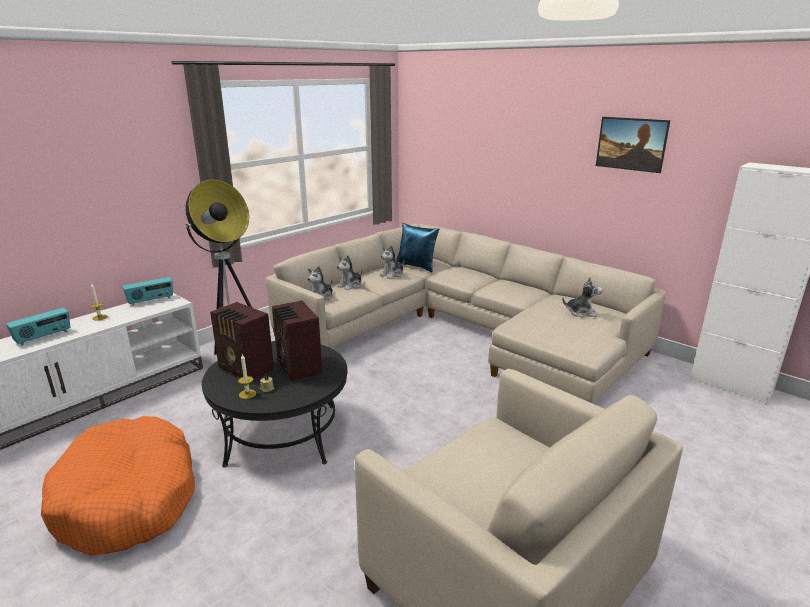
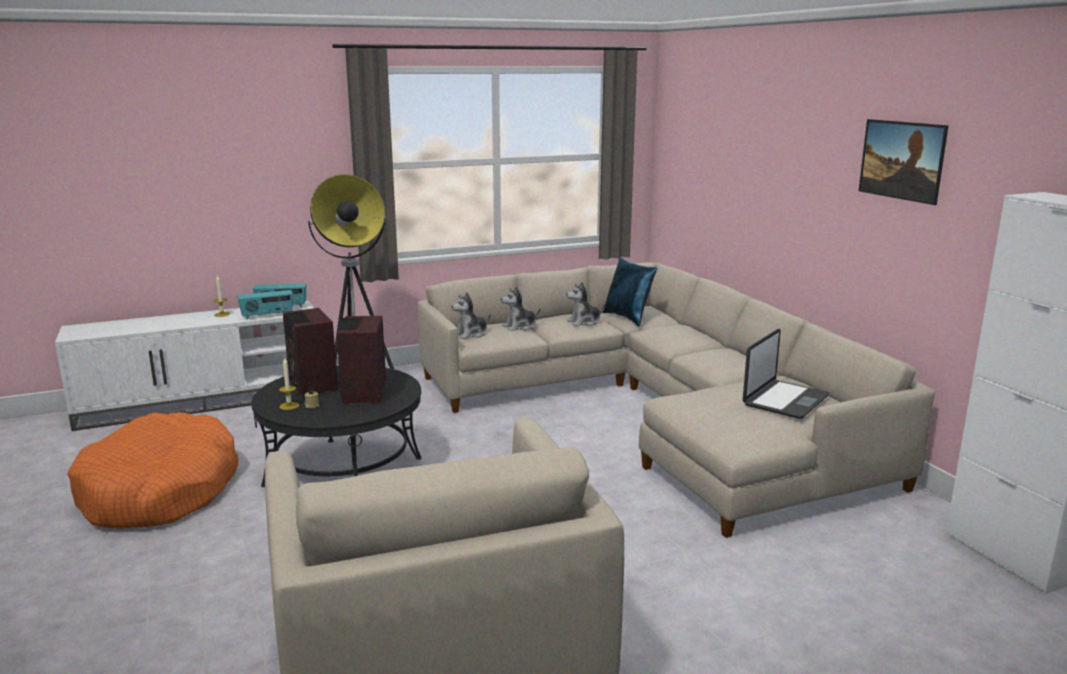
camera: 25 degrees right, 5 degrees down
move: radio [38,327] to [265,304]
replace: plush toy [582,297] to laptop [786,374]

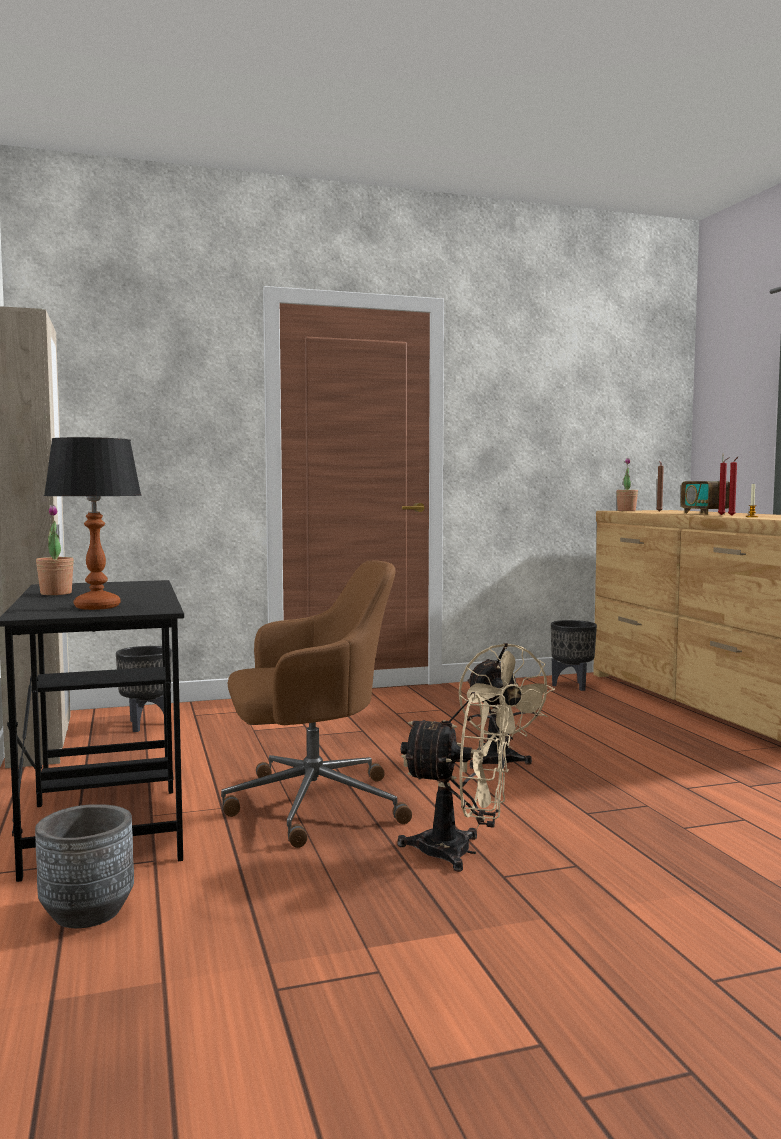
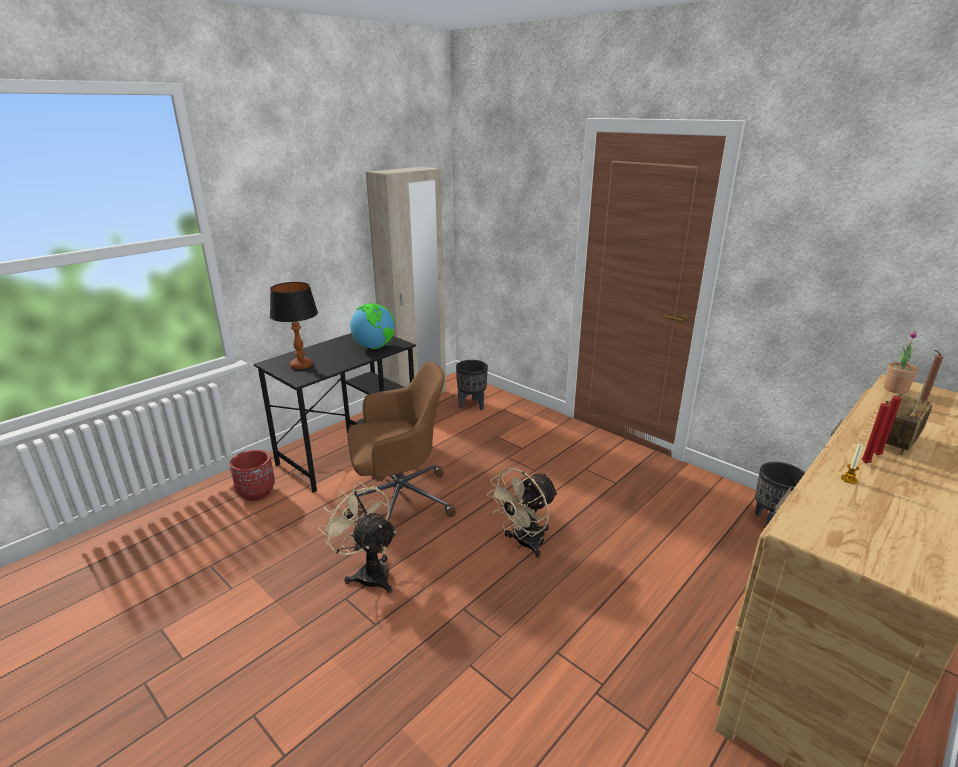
camera: 60 degrees right, 20 degrees up
delete: potted plant [55,550]
insert: globe [372,326]
recolor: grey planter [84,866] to red planter [252,475]
rotate: brown office chair [316,704] = [402,449] 60 degrees counterclockwise; beige fan [453,782] = [357,537] 150 degrees clockwise

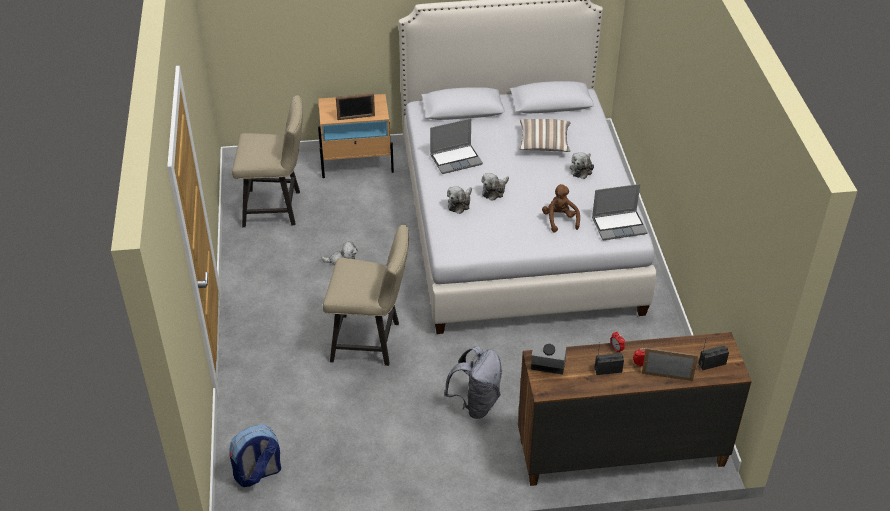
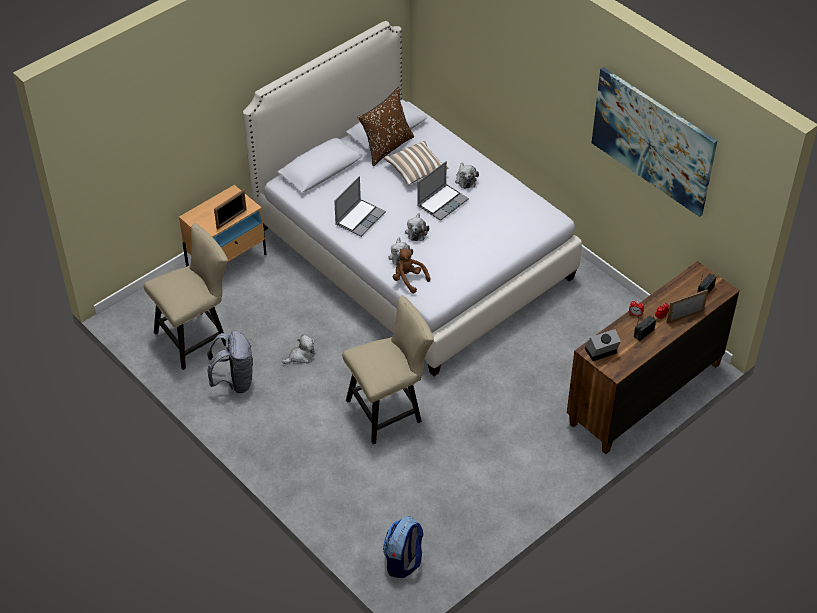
camera: 35 degrees left, 5 degrees up
insert: picture [654,142]; brown pillow [385,127]
move: brown plush toy [561,208] to [412,271]; laptop [620,212] to [443,191]; grey backpack [473,382] to [230,362]

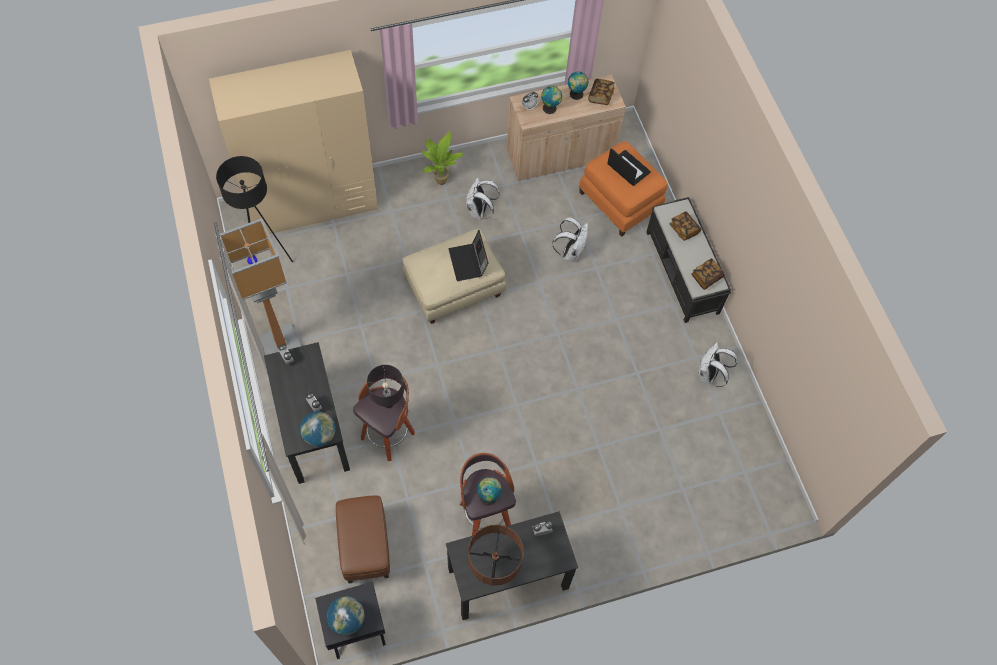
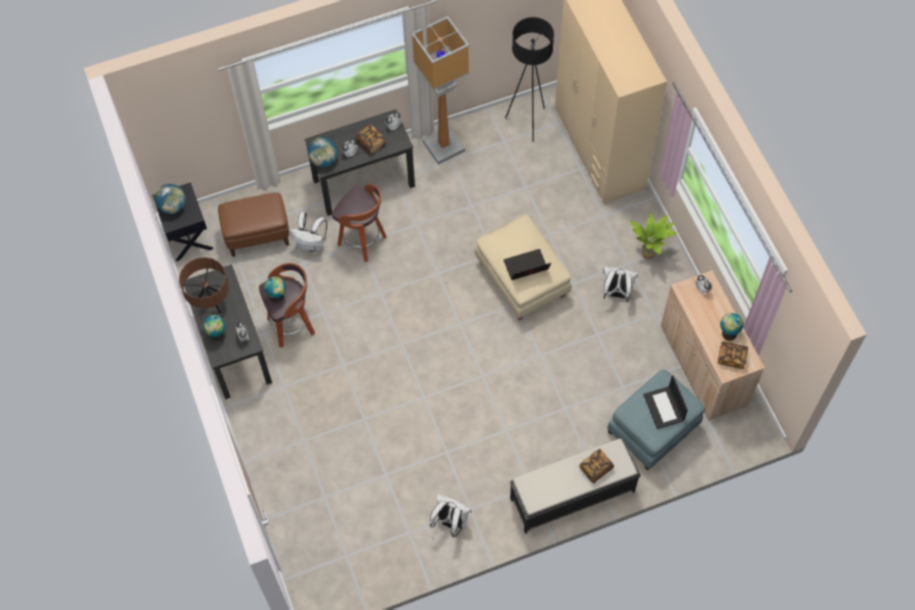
camera: 90 degrees right, 0 degrees up
delete: black table lamp [385,386]
move: globe [551,100] to [214,328]; white backpack [570,239] to [308,232]; book [708,274] to [370,139]
recolor: orange ottoman [623,189] to blue ottoman [656,419]
rotate: laptop [629,167] = [665,402] 120 degrees clockwise

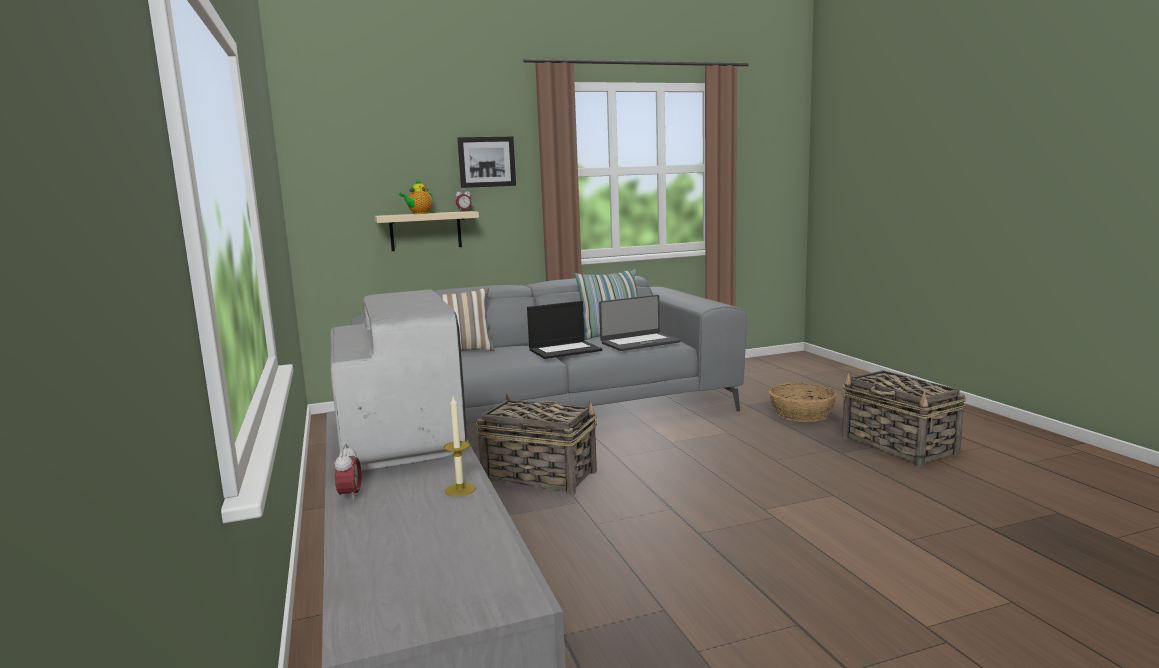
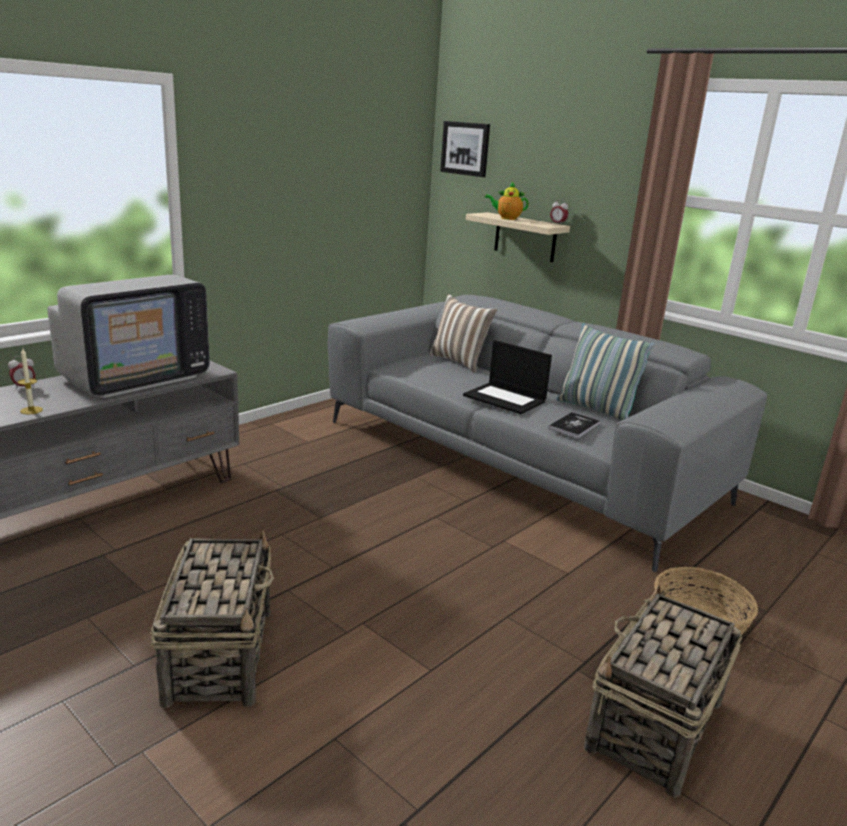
camera: 60 degrees right, 10 degrees up
move: picture [486,162] to [465,149]; basket [536,444] to [212,619]
replace: laptop [639,323] to book [574,425]

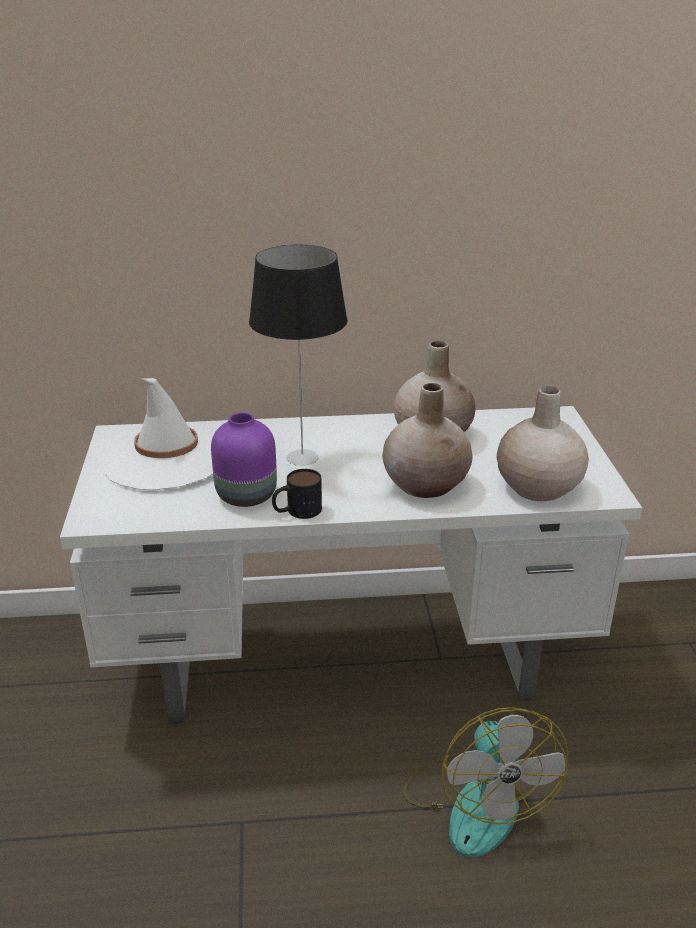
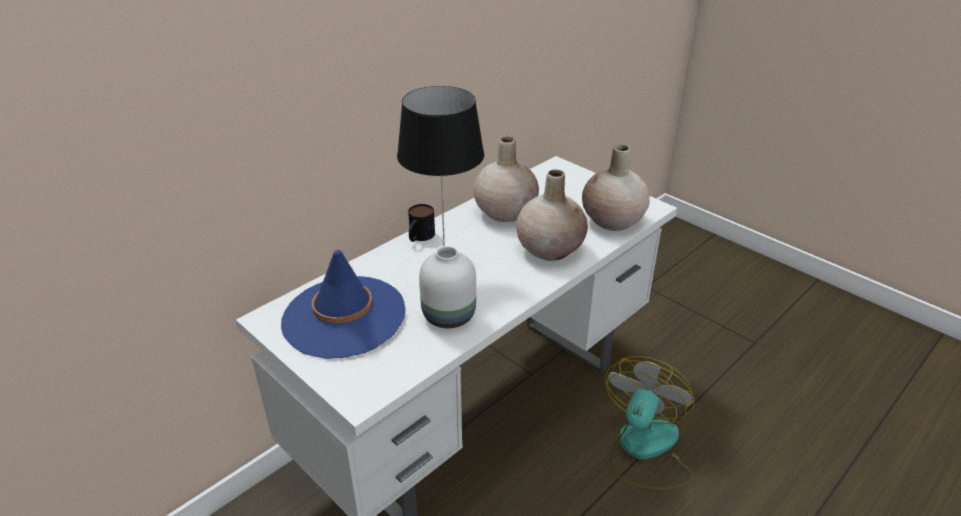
camera: 40 degrees left, 5 degrees up
move: mug [297,494] to [421,223]
recolor: white hat [158,434] to blue hat [343,304]; purple vase [244,459] to white vase [447,287]
rotate: fan [485,782] = [650,423] 105 degrees counterclockwise

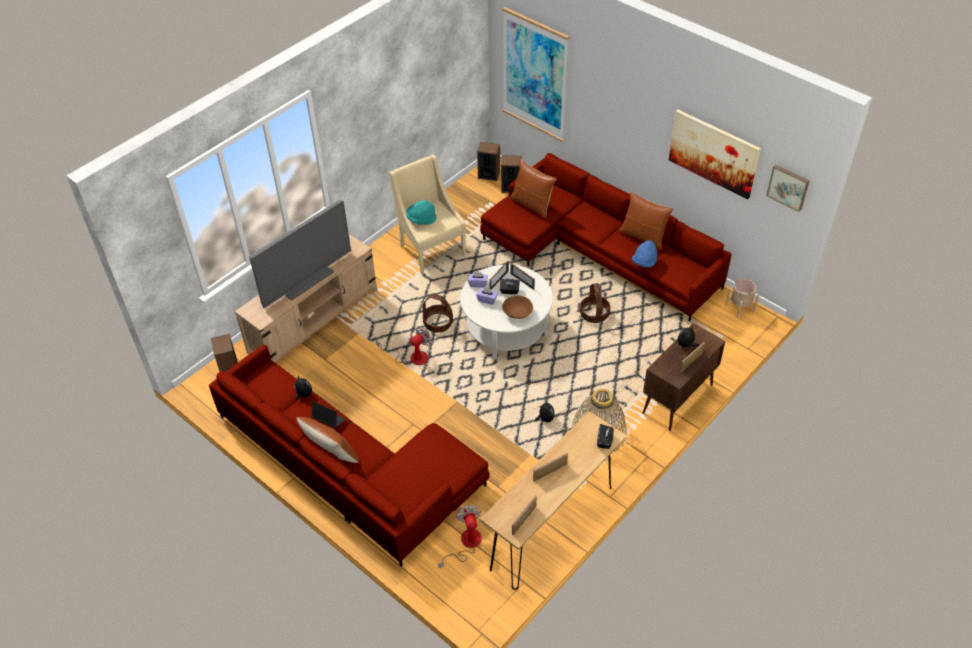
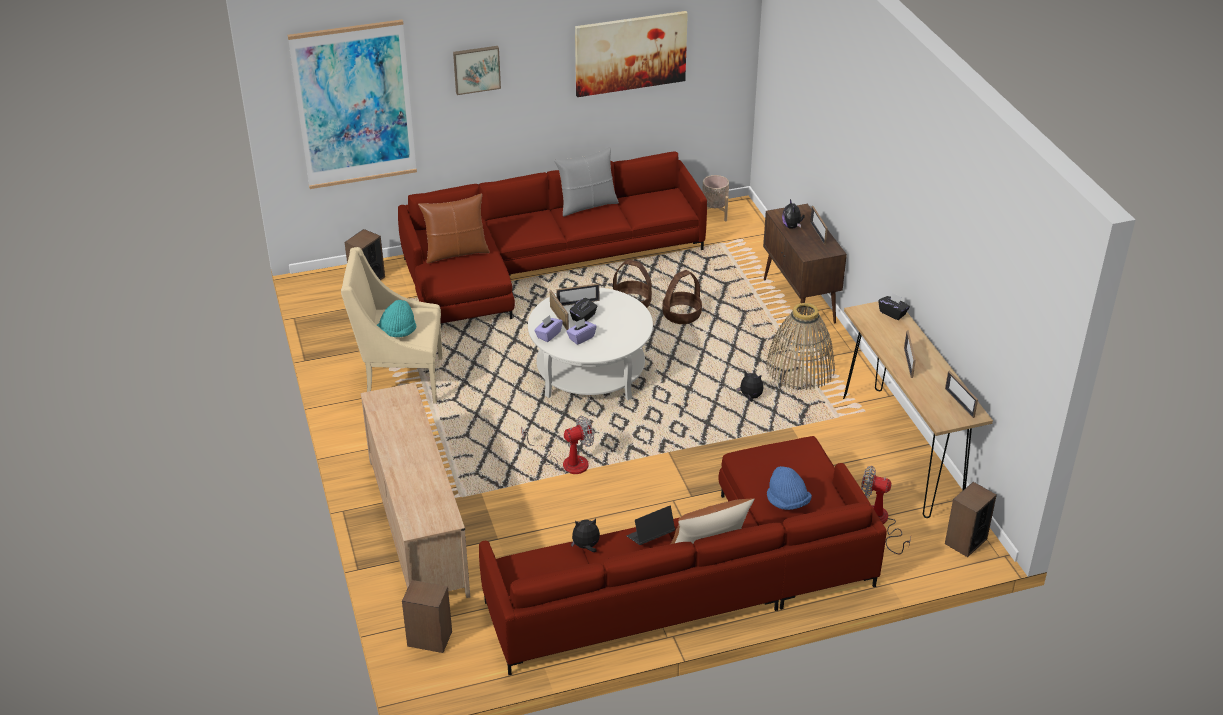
camera: 60 degrees left, 10 degrees down
delete: television [300,254]; brown bowl [517,307]
move: speaker [488,161] to [971,519]; picture [787,188] to [477,70]; blue hat [644,254] to [789,488]; basket [437,313] to [682,297]
recolor: brown pillow [646,220] to grey pillow [586,182]
rotate: fan [404,345] = [557,445] 75 degrees clockwise

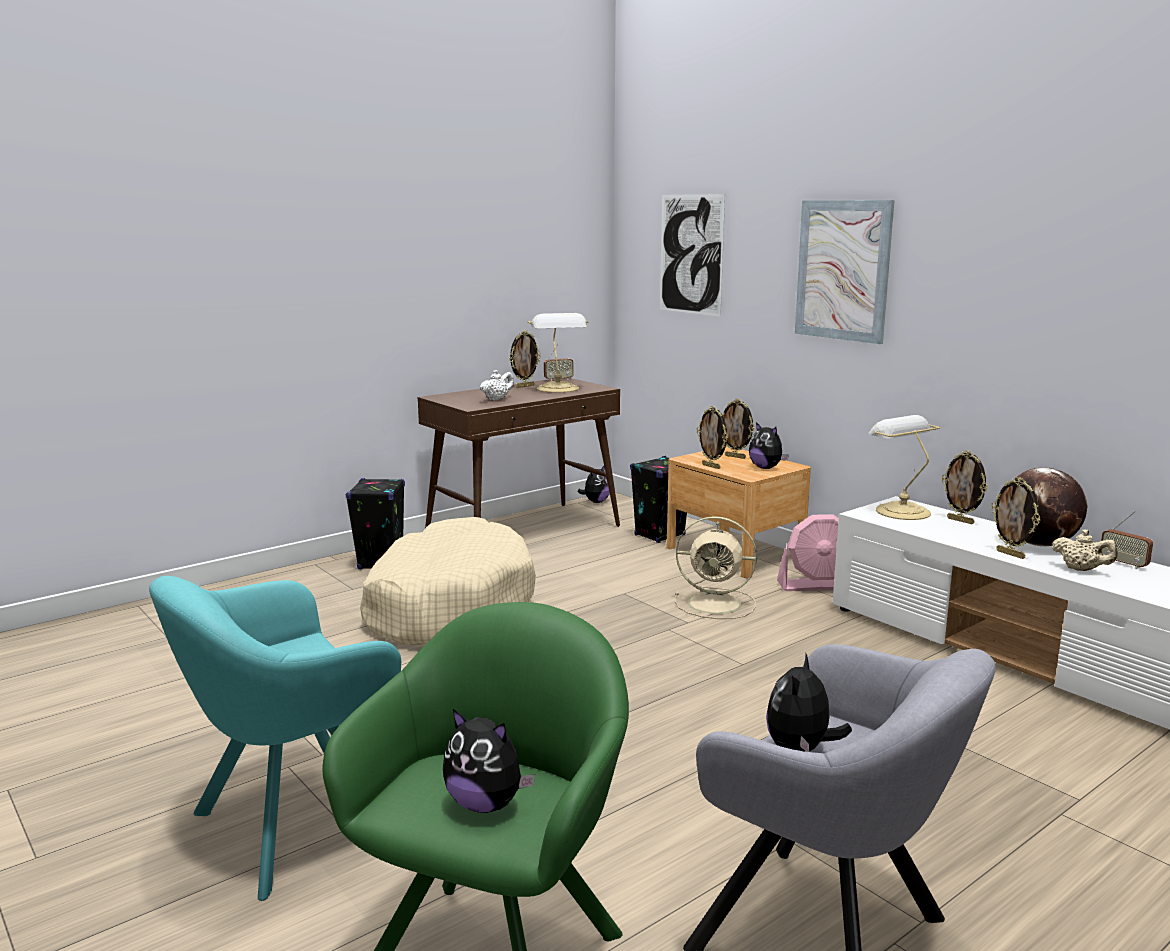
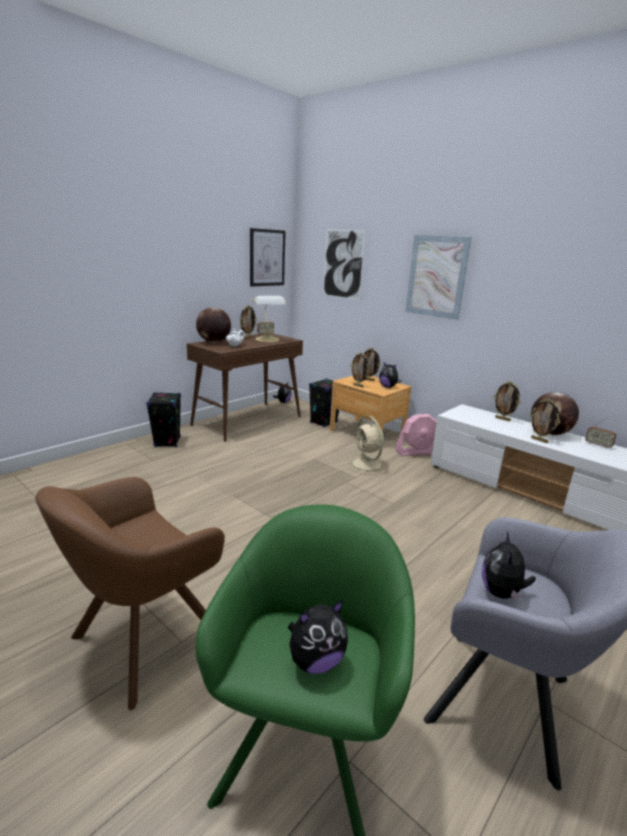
camera: 10 degrees left, 5 degrees up
delete: table lamp [904,467]; beige dog bed [448,581]; beige teapot [1085,550]
insert: picture [268,257]; globe [213,325]
recolor: turquoise armchair [275,738] to brown armchair [130,593]
rotate: beige fan [716,567] = [368,445] 60 degrees clockwise; plush toy [489,761] = [318,637] 45 degrees counterclockwise

